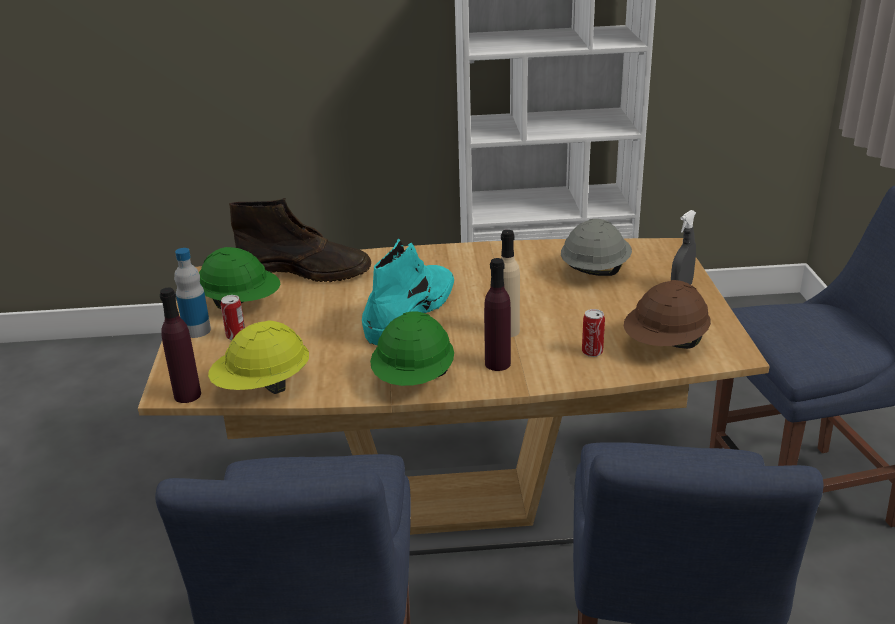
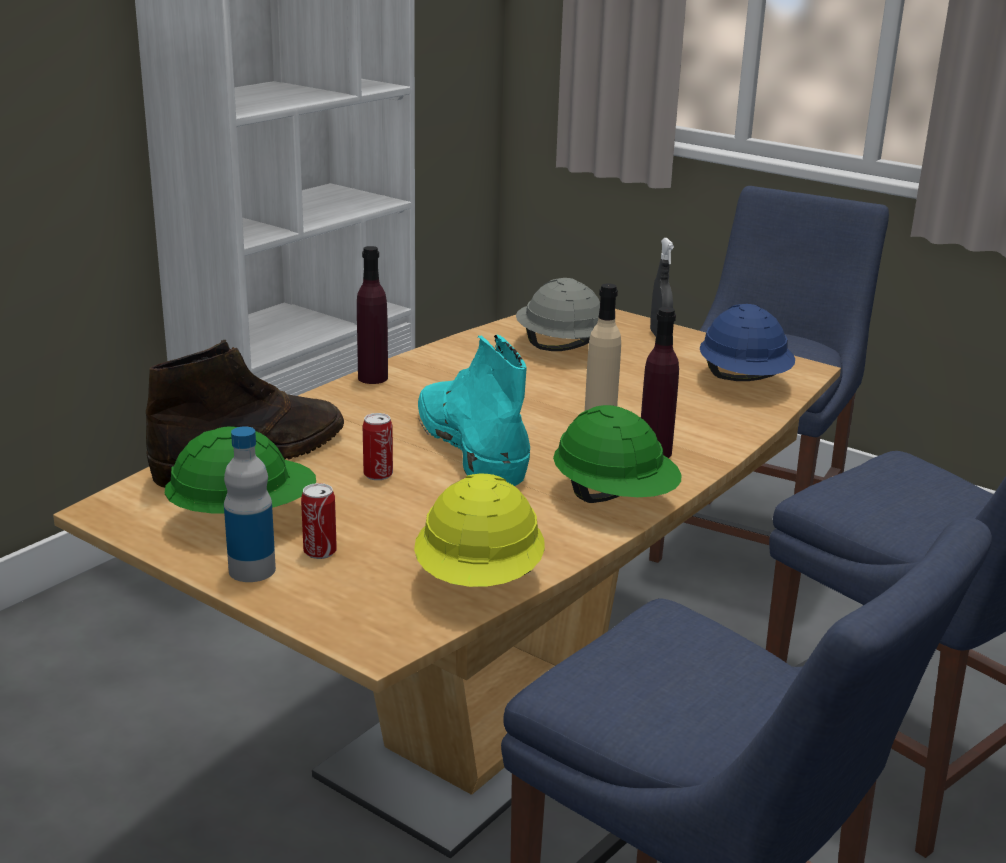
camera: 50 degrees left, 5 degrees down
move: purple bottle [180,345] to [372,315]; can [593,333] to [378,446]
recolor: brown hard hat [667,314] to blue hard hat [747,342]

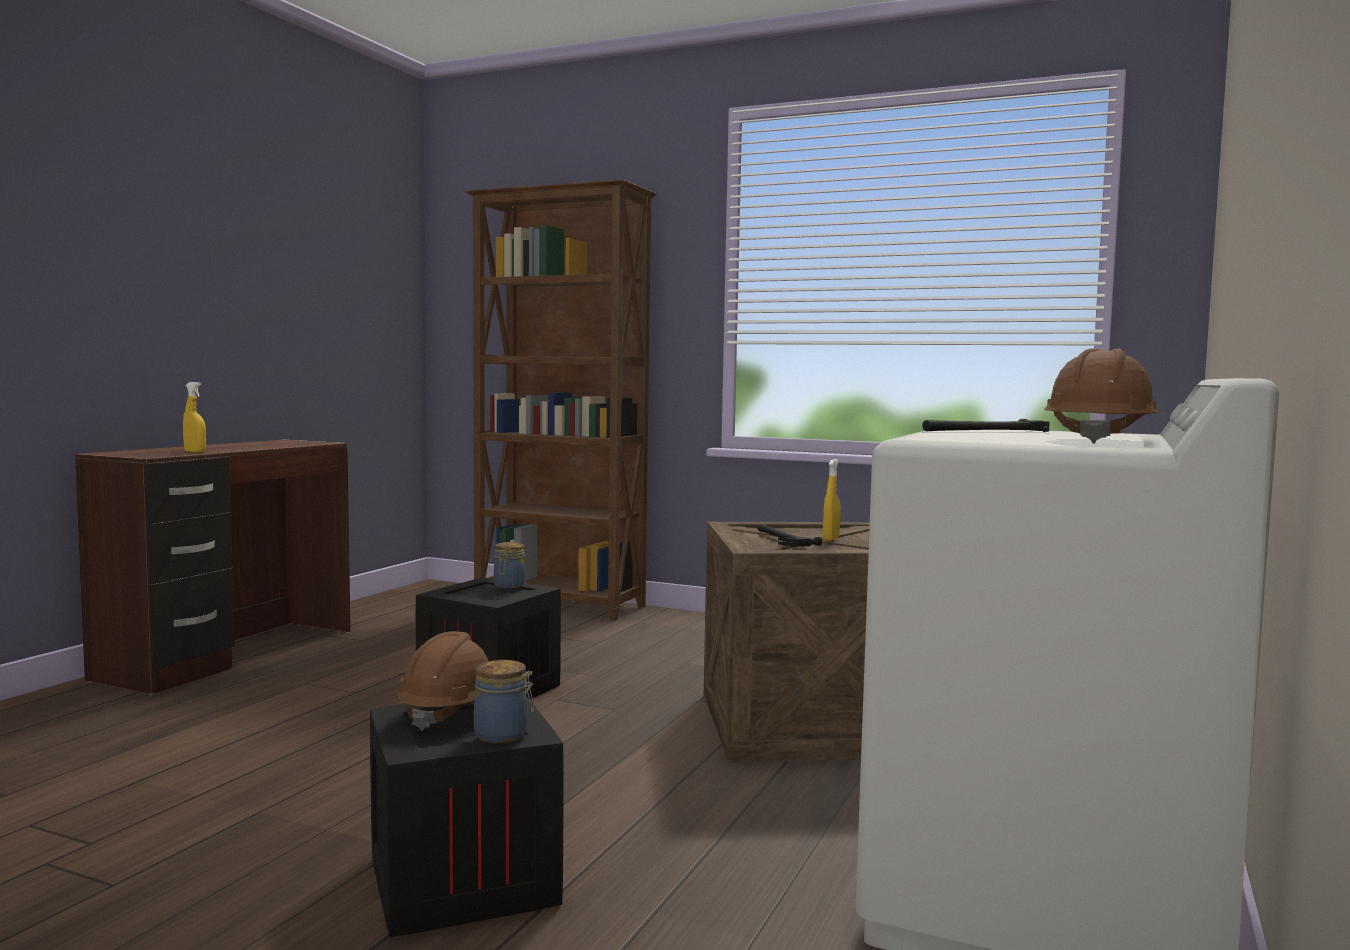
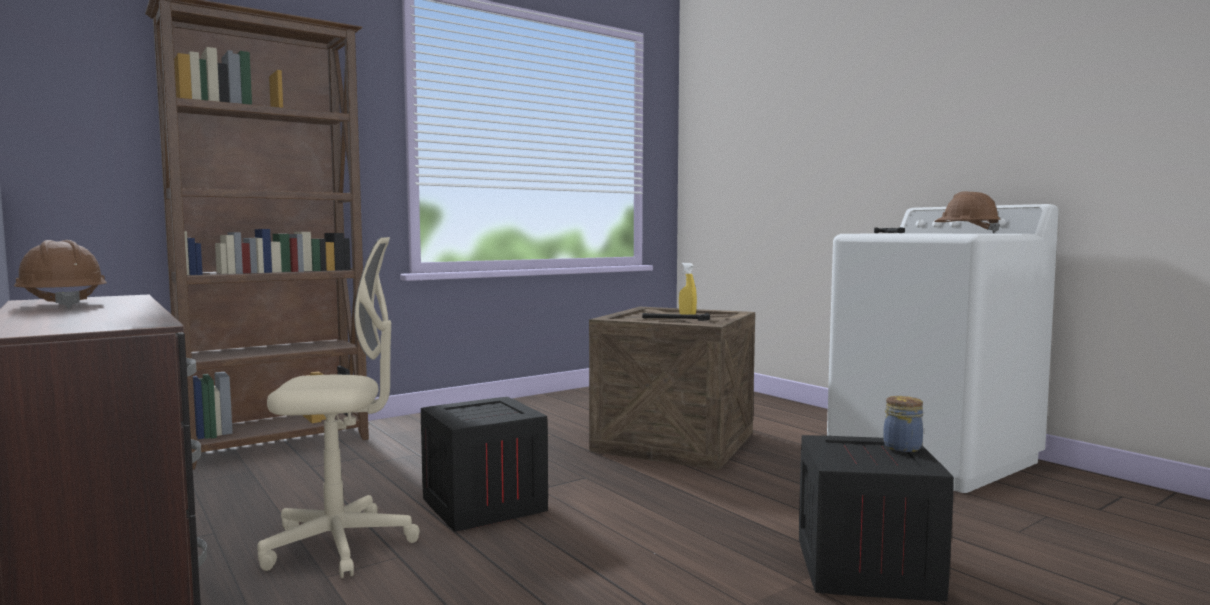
camera: 60 degrees left, 0 degrees up
delete: yellow spray bottle [194,417]; jar [509,565]
insert: beige office chair [338,407]
move: brown hard hat [442,681] to [60,274]

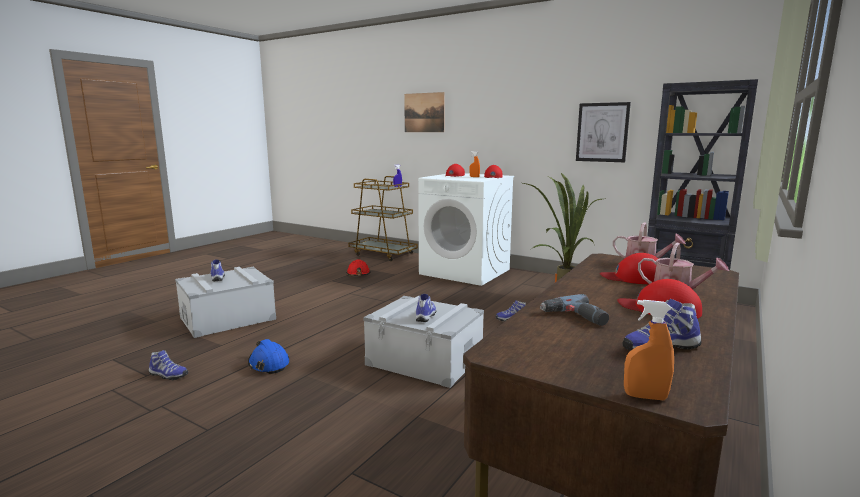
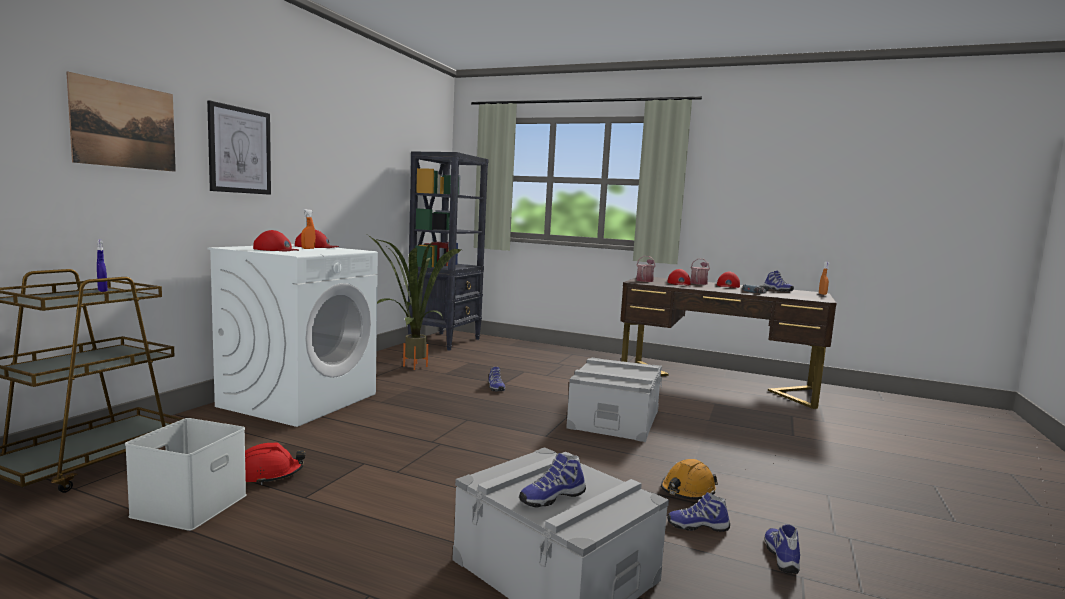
camera: 100 degrees left, 5 degrees down
insert: white storage box [186,474]
move: picture [603,132] to [239,147]; shoe [426,308] to [698,512]
recolor: blue hard hat [268,356] to orange hard hat [689,479]

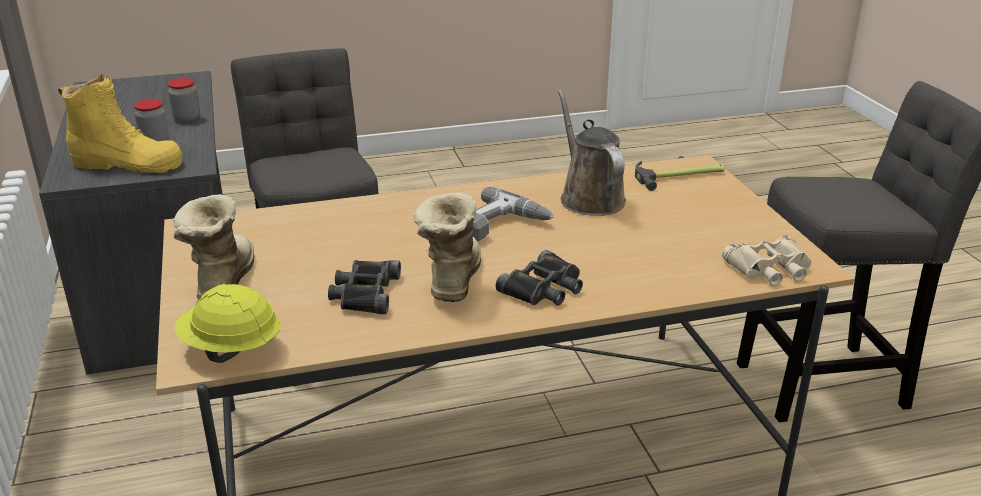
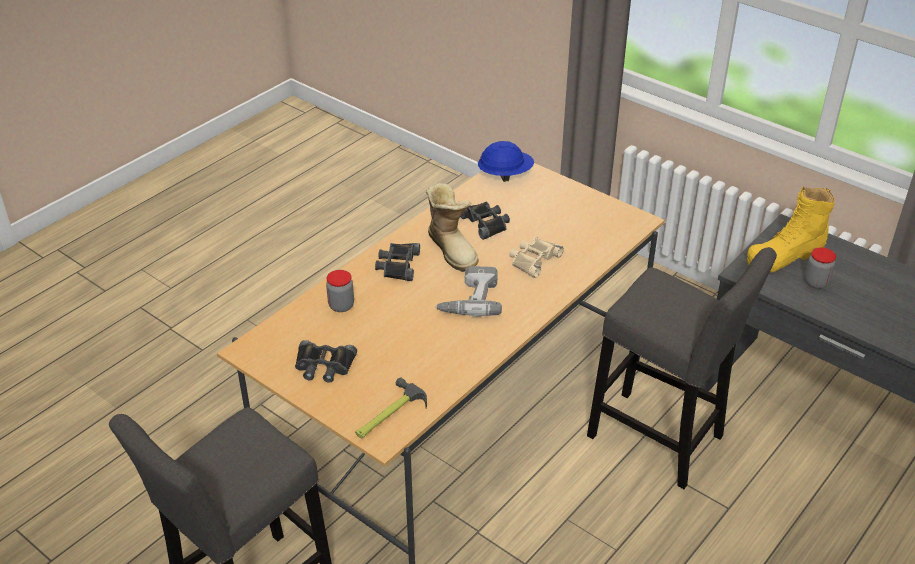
camera: 145 degrees right, 10 degrees up
delete: brown watering can [592,152]; boot [213,247]
insert: black binoculars [326,361]
move: jar [184,100] to [340,291]; beige binoculars [766,260] to [537,257]
recolor: yellow hard hat [228,323] to blue hard hat [506,161]

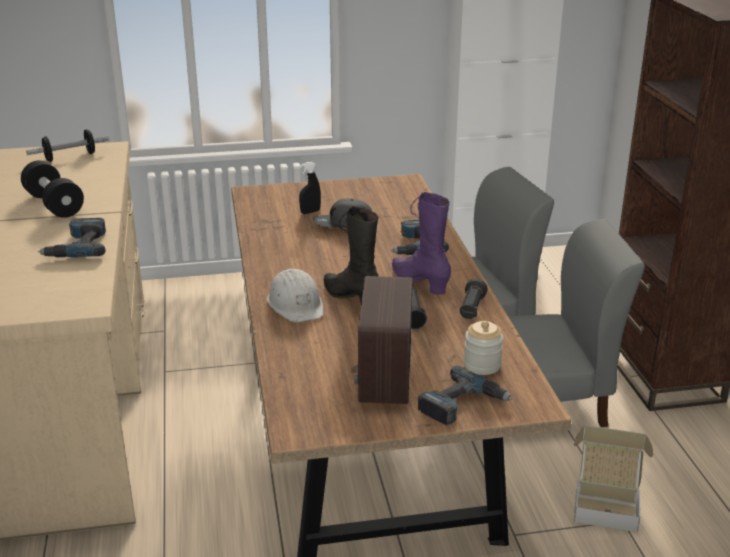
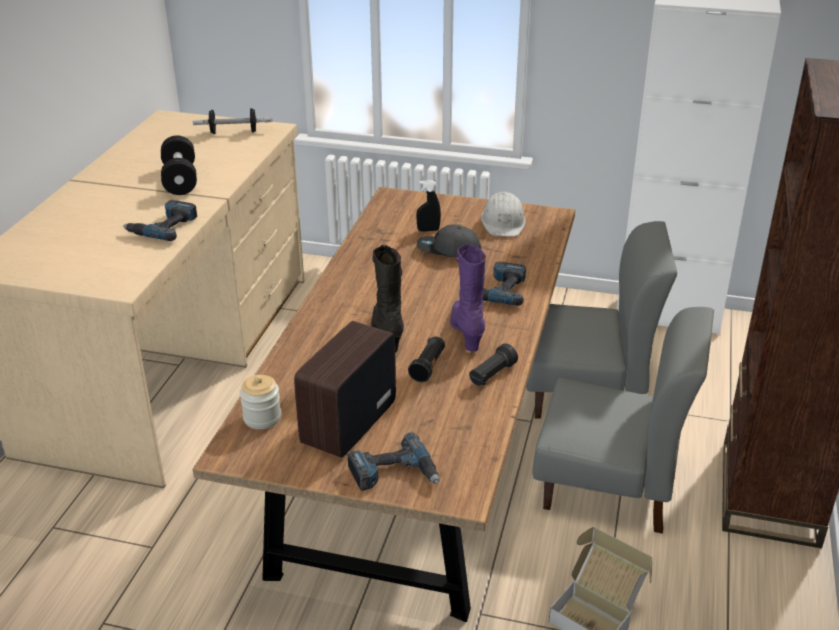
camera: 25 degrees right, 5 degrees up
move: white hard hat [295,296] to [503,214]; jar [484,348] to [260,402]

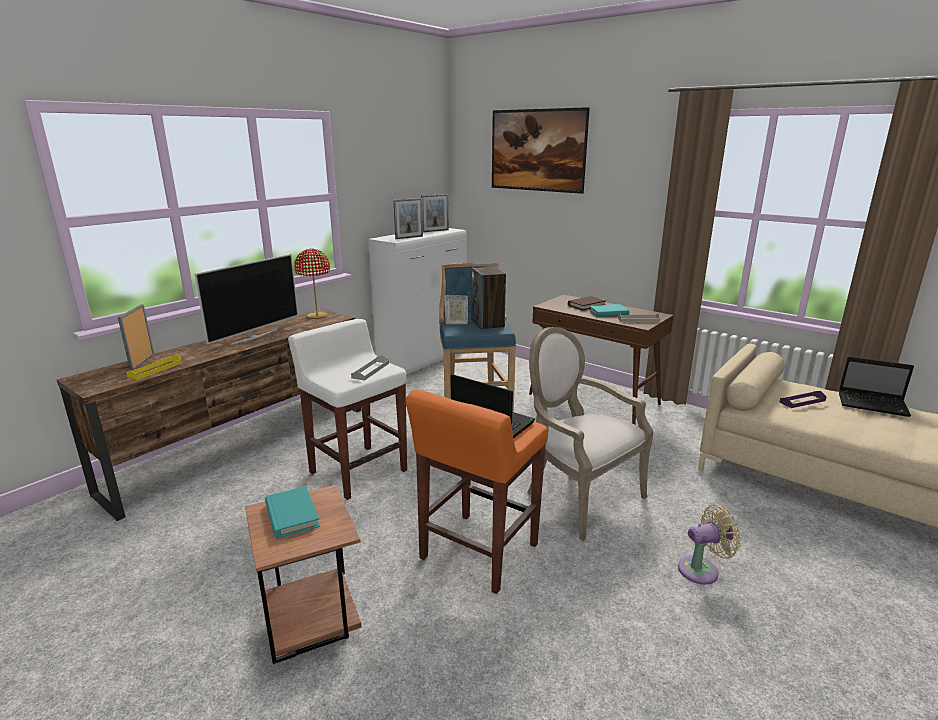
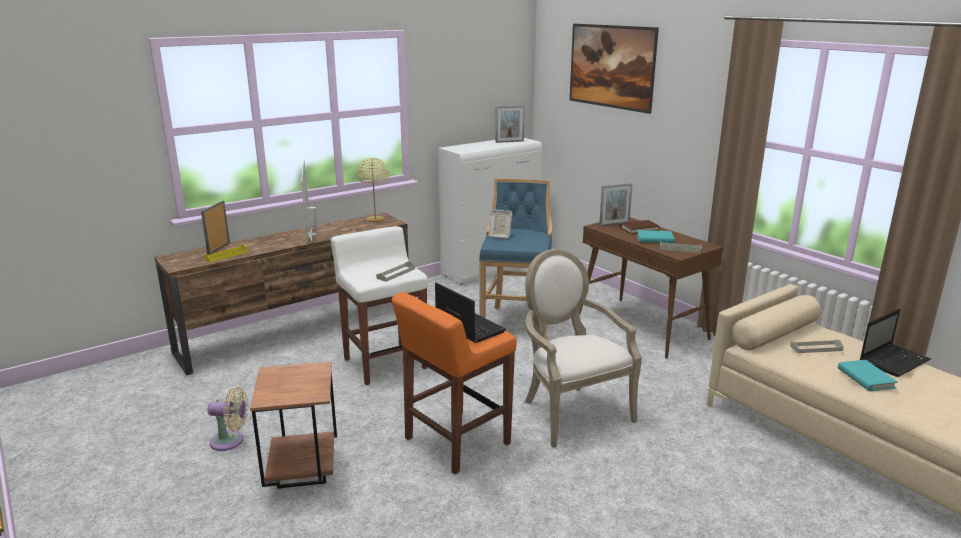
camera: 15 degrees right, 0 degrees up
delete: speaker [488,298]
move: picture frame [408,218] to [616,204]; turquoise book [292,512] to [868,375]; beige fan [709,545] to [227,419]
recolor: red table lamp [312,284] to beige table lamp [373,190]; purple tray [803,399] to grey tray [817,346]
rotate: television [246,299] = [309,200] 120 degrees clockwise; laptop [876,386] = [895,343] 75 degrees counterclockwise

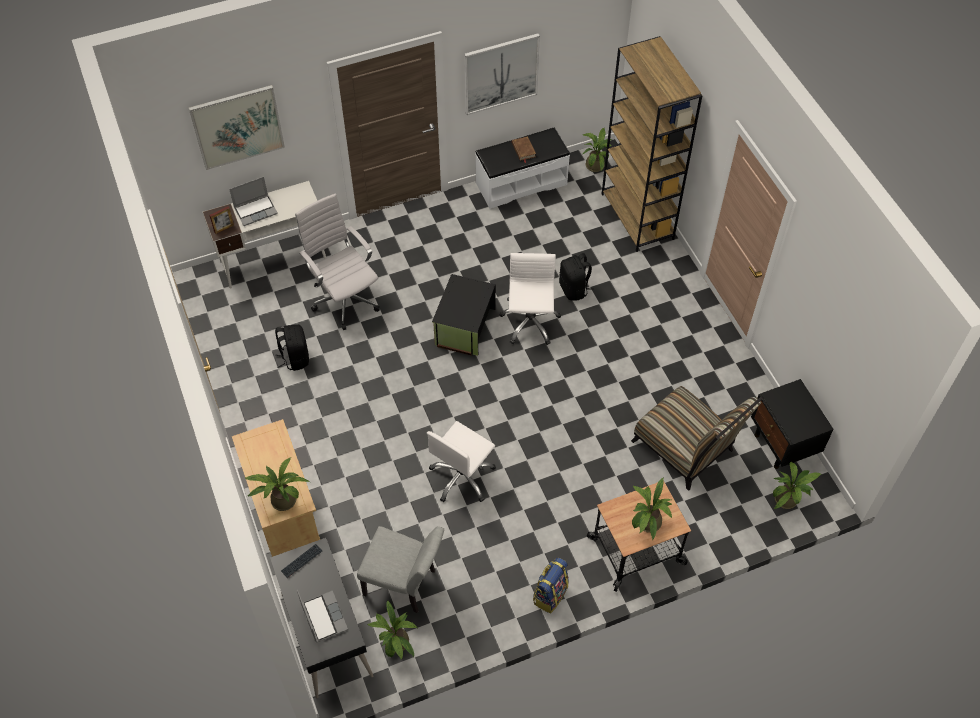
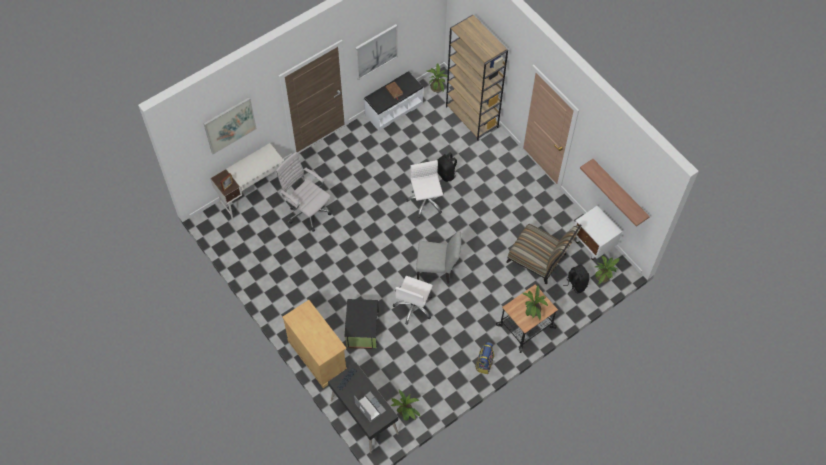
camera: 15 degrees left, 5 degrees up
delete: laptop [253,201]; potted plant [277,484]
insert: shelf [615,193]
move: black storage box [464,315] to [361,324]; black backpack [292,348] to [576,279]; grey chair [400,569] to [438,258]
recolor: black nightstand [792,424] to white nightstand [598,233]

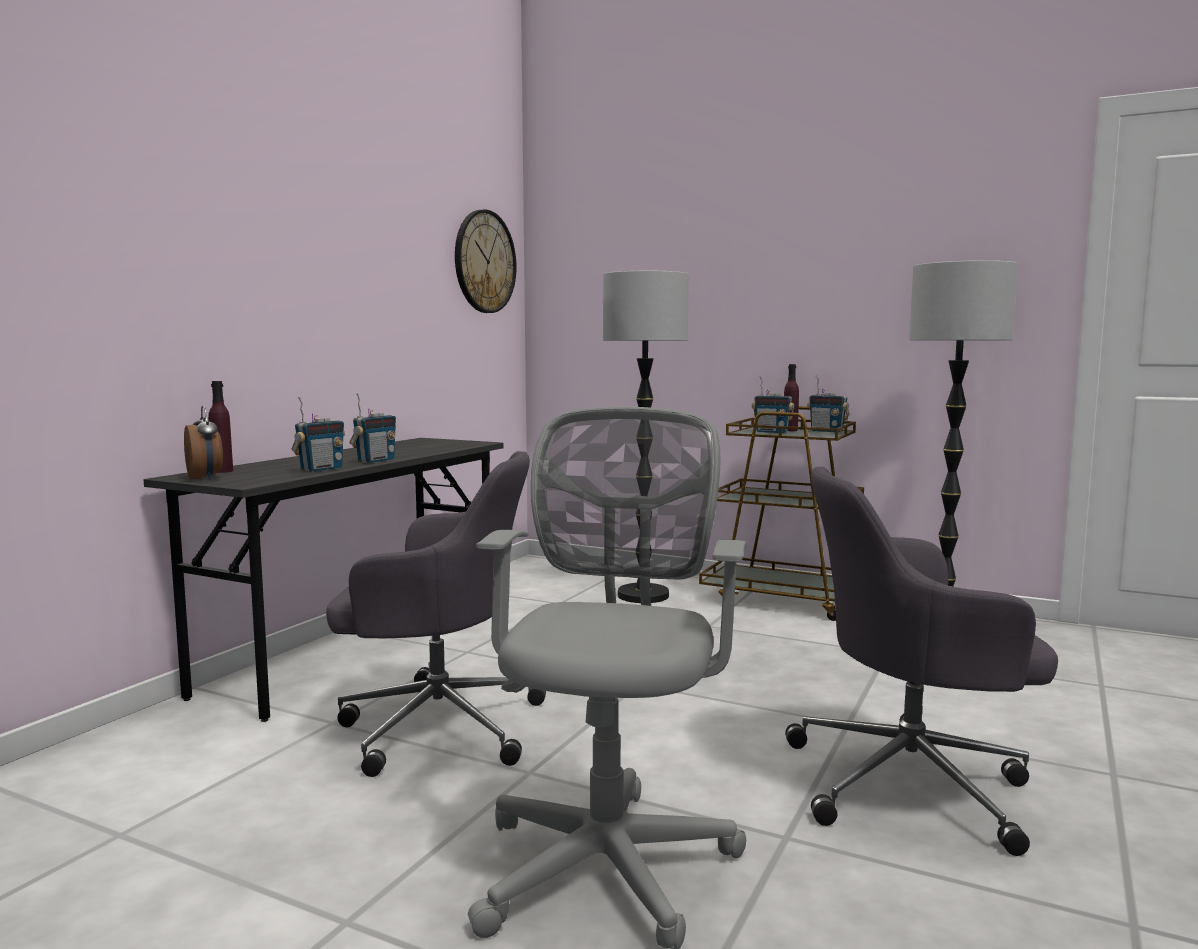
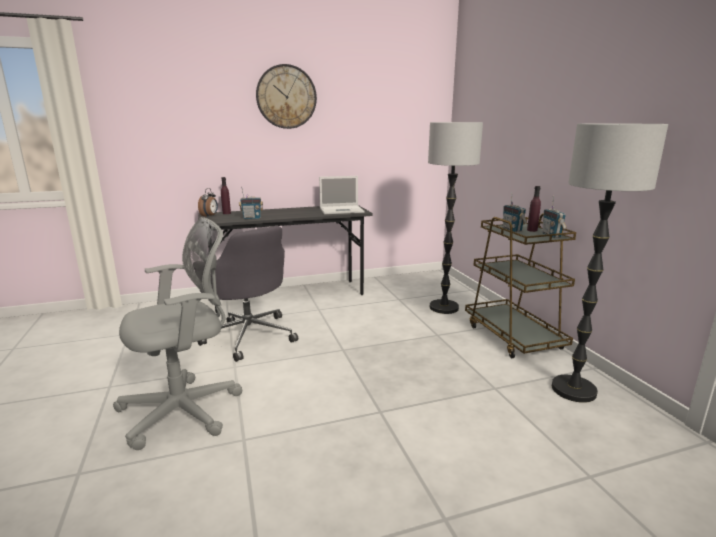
camera: 45 degrees right, 10 degrees up
delete: radio [373,428]; grey office chair [921,661]
insert: laptop [341,195]
move: wall clock [486,261] to [286,96]

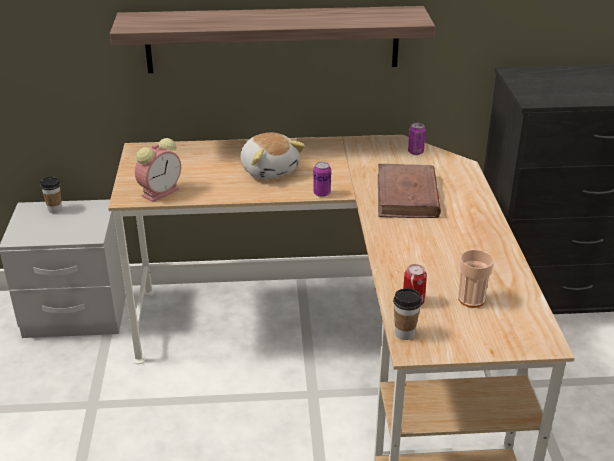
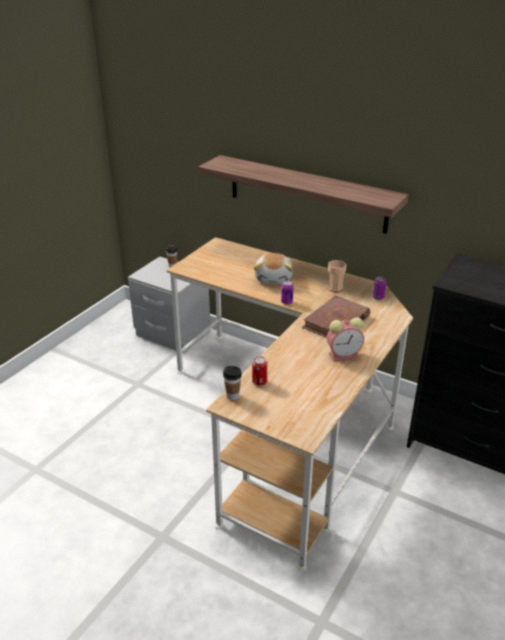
camera: 35 degrees right, 0 degrees up
move: alarm clock [158,170] to [345,339]; cup [476,279] to [337,276]

